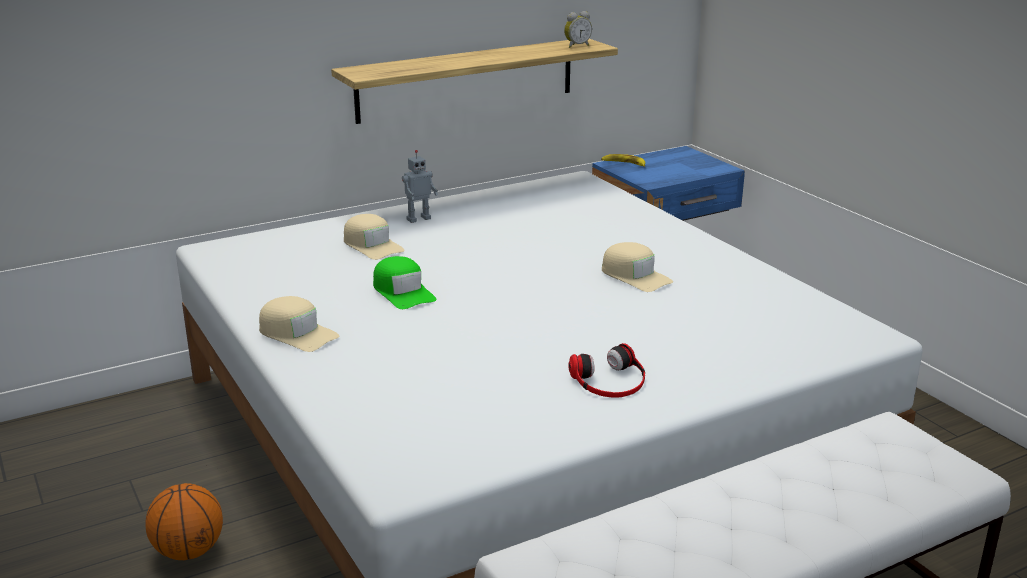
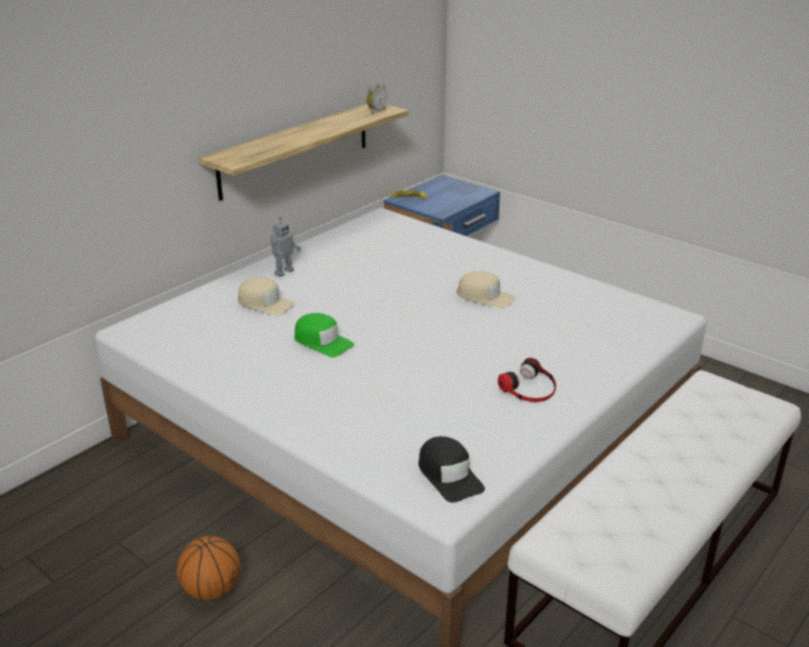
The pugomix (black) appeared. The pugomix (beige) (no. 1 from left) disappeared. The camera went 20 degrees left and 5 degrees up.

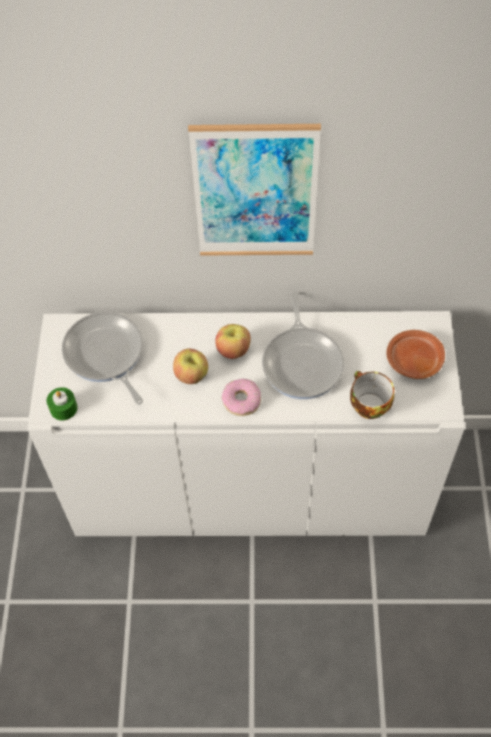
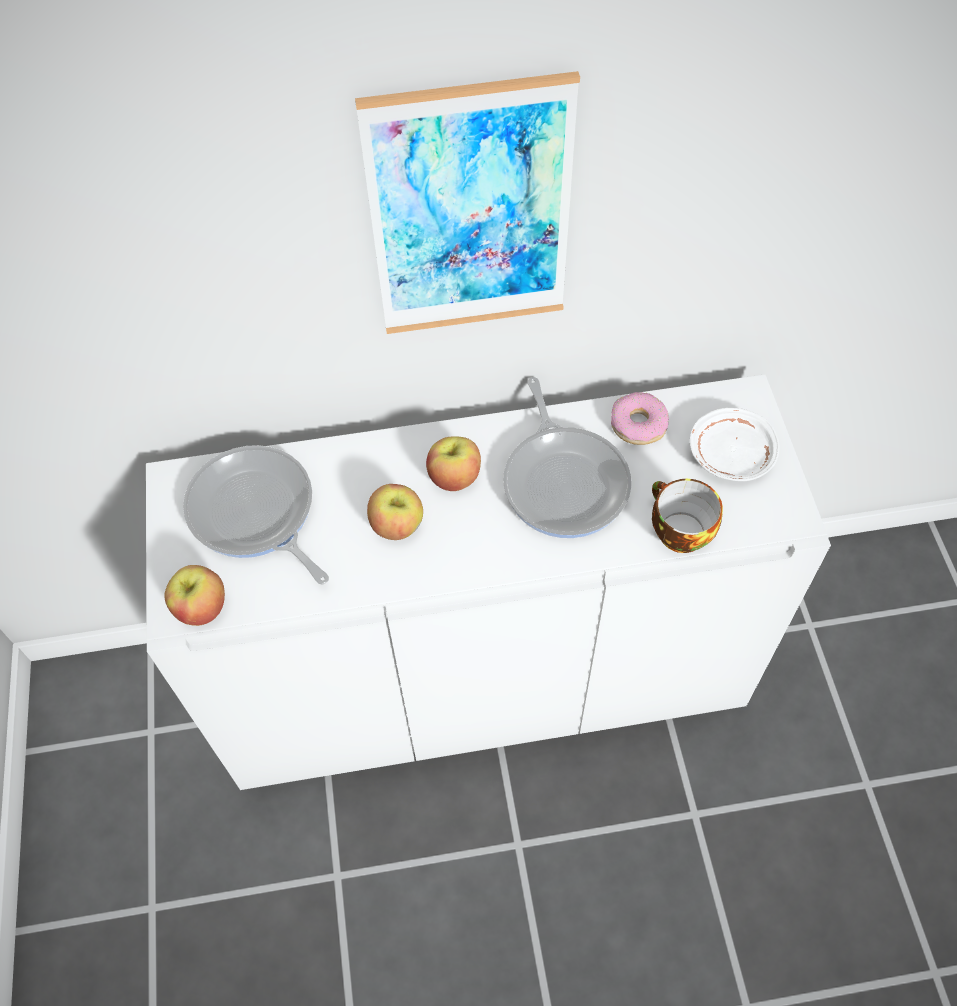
The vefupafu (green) was replaced by the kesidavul (no. 1 from left). The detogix moved. The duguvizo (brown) became the duguvizo (white). The camera went 10 degrees left and 0 degrees up.

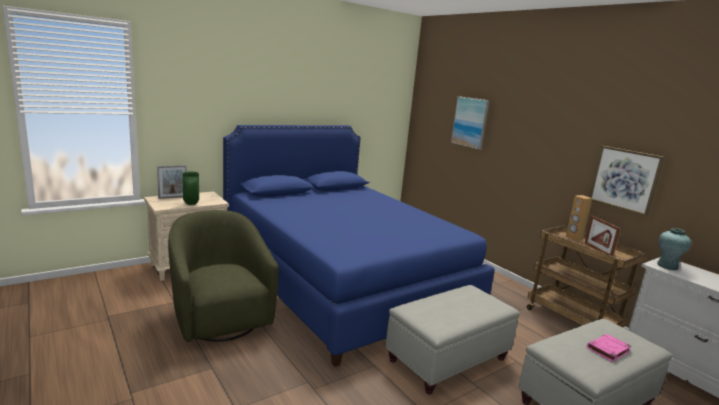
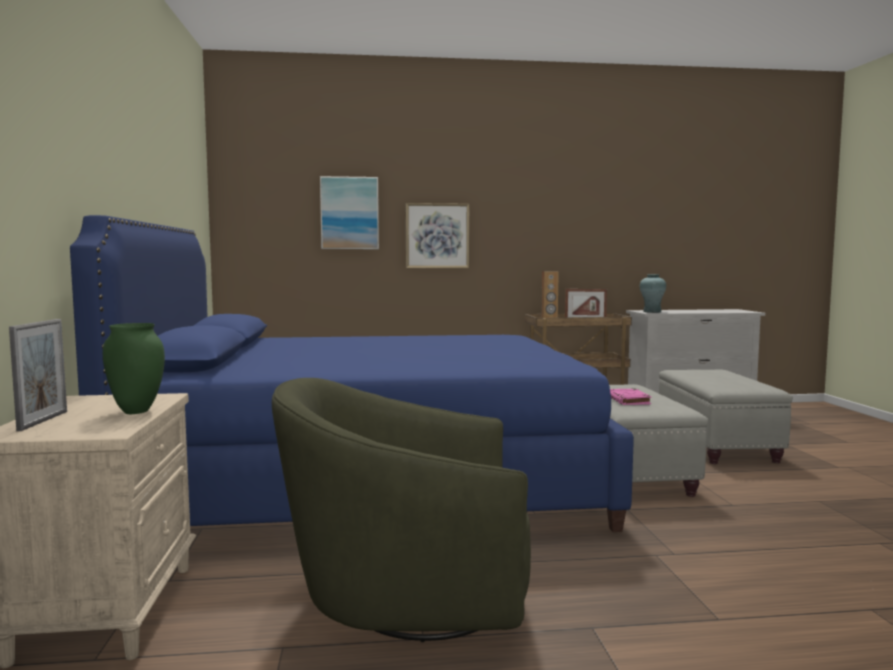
The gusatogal (no. 2 from left) moved. The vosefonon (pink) moved. The camera went 60 degrees left and 10 degrees down.

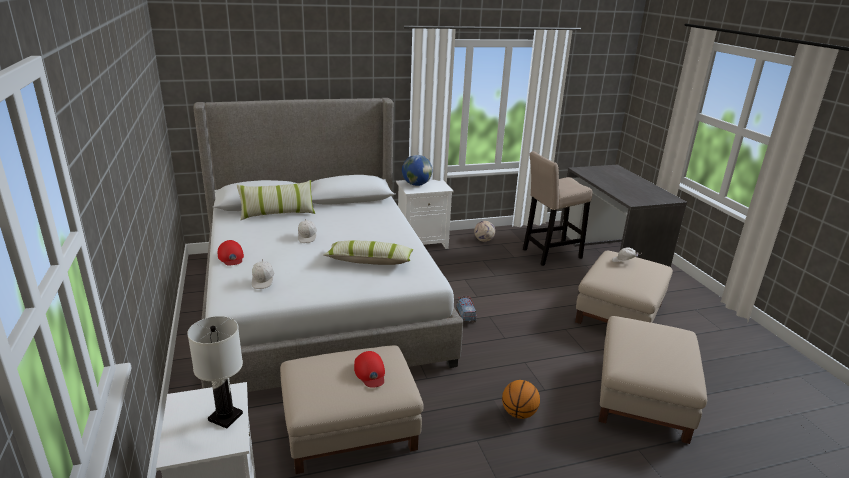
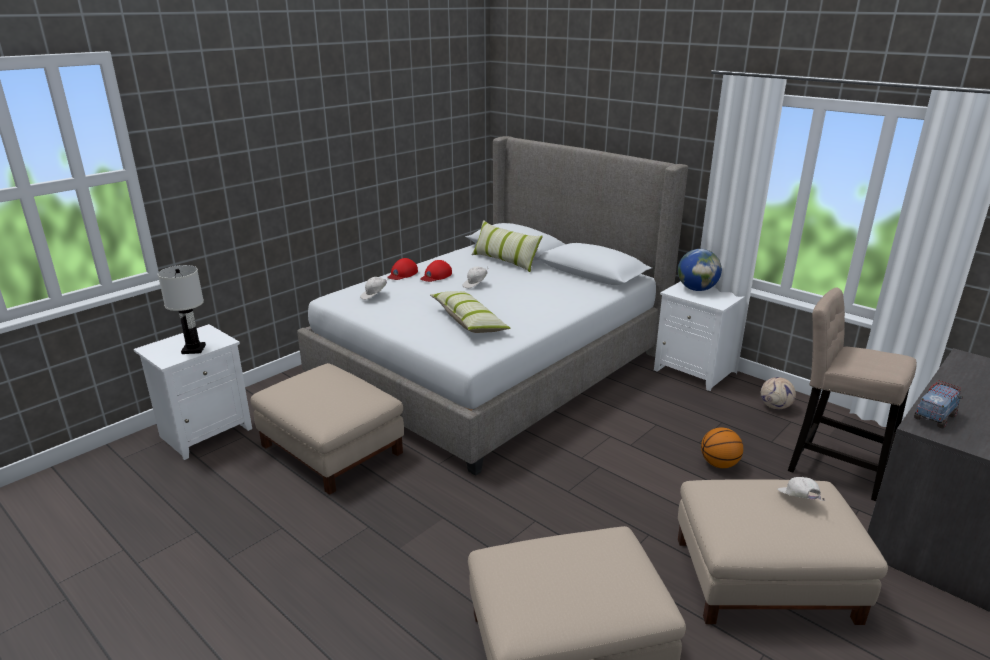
The pugomix (red) (no. 2 from left) moved. The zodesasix moved. The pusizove moved. The camera went 60 degrees right and 0 degrees up.

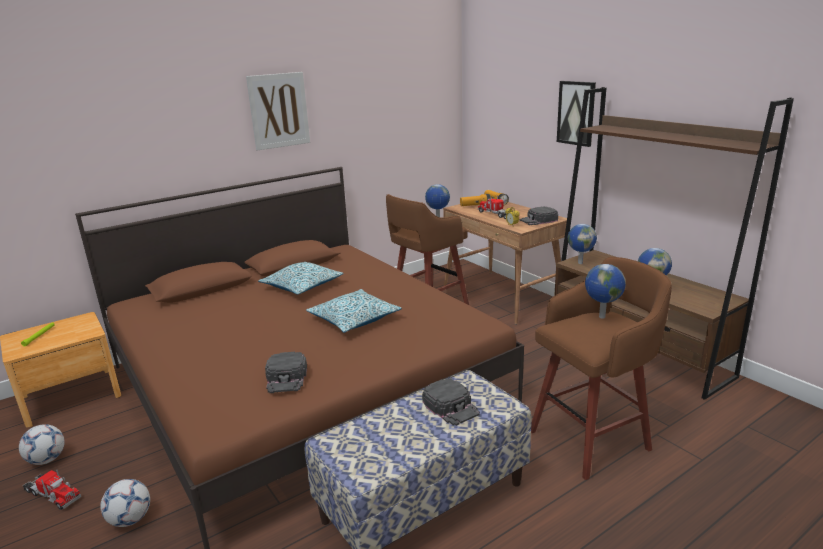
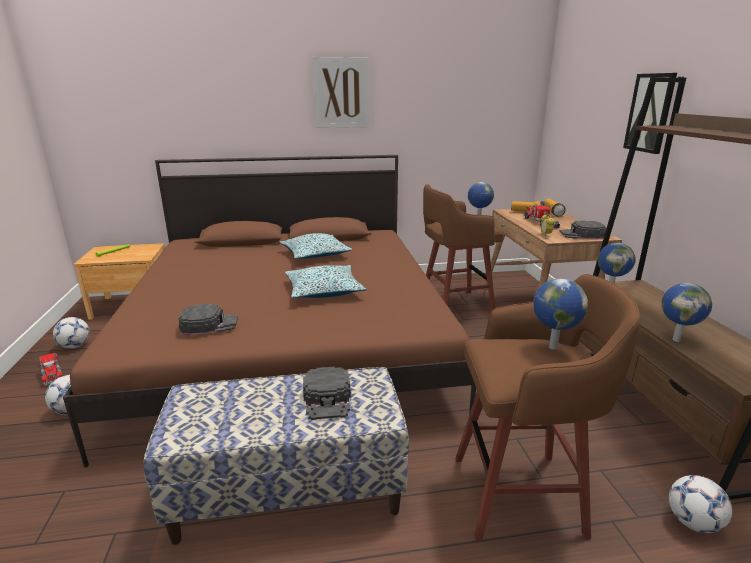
The pugomix (black) (no. 1 from left) turned 120 degrees counterclockwise. The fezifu (no. 3 from left) appeared. The camera went 25 degrees right and 0 degrees up.

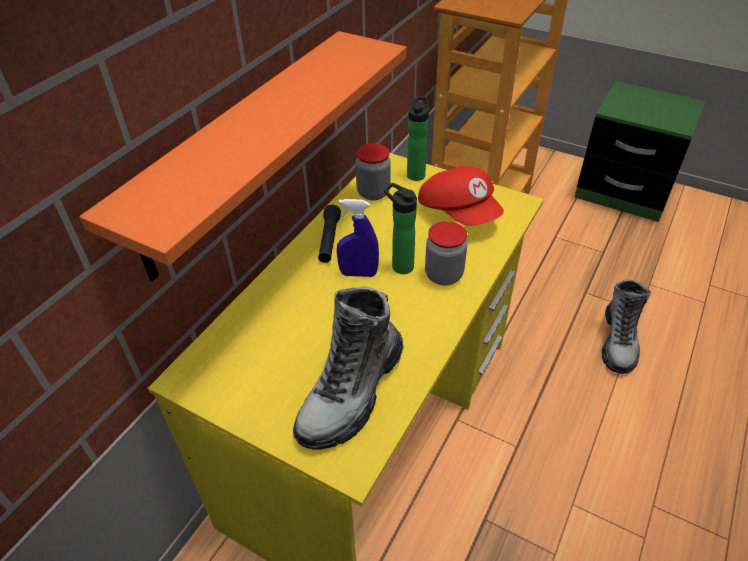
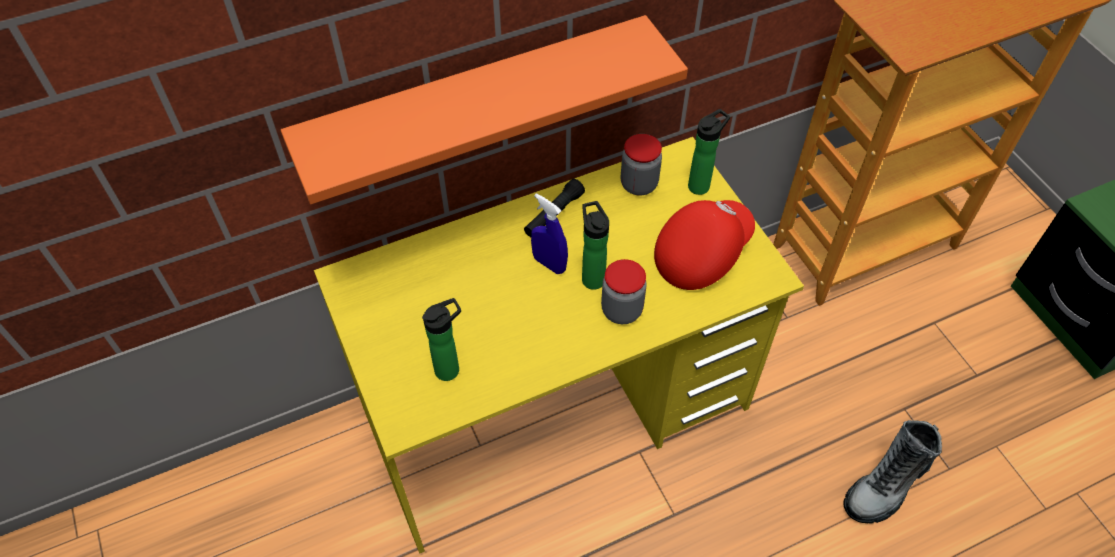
The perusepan (no. 1 from left) was replaced by the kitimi (no. 1 from left). The pugomix (red) turned 135 degrees counterclockwise. The camera went 35 degrees right and 10 degrees up.

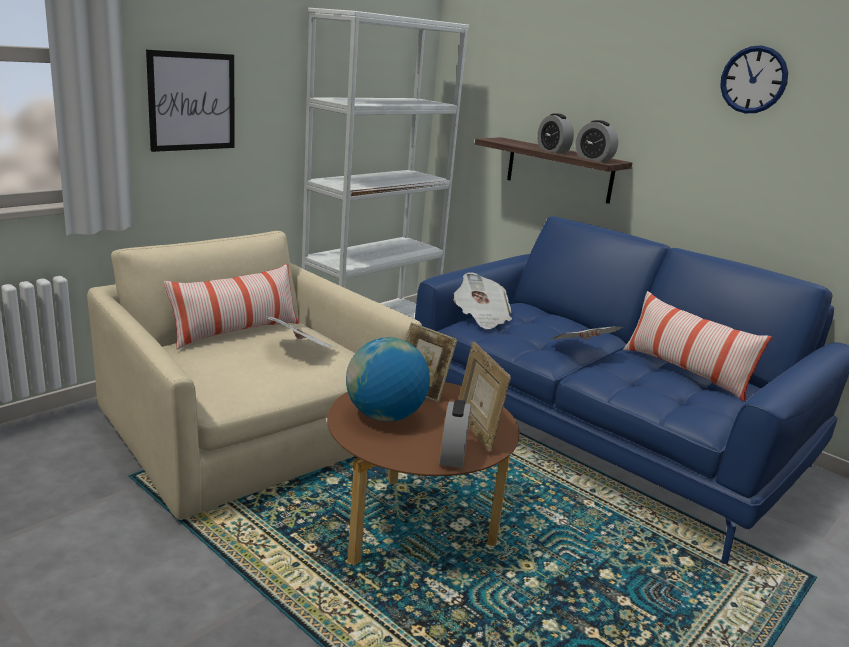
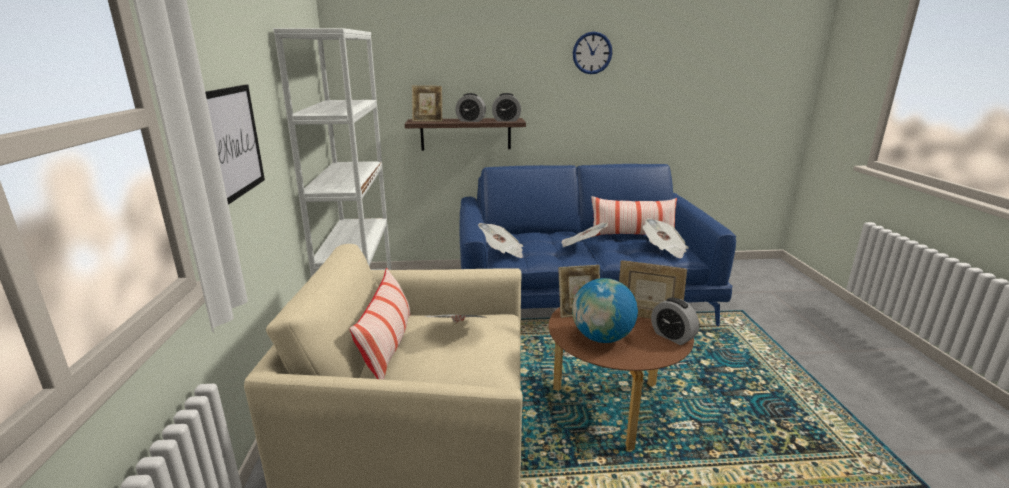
The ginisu (no. 1 from left) appeared. The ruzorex (no. 4 from left) appeared. The camera went 45 degrees left and 0 degrees up.

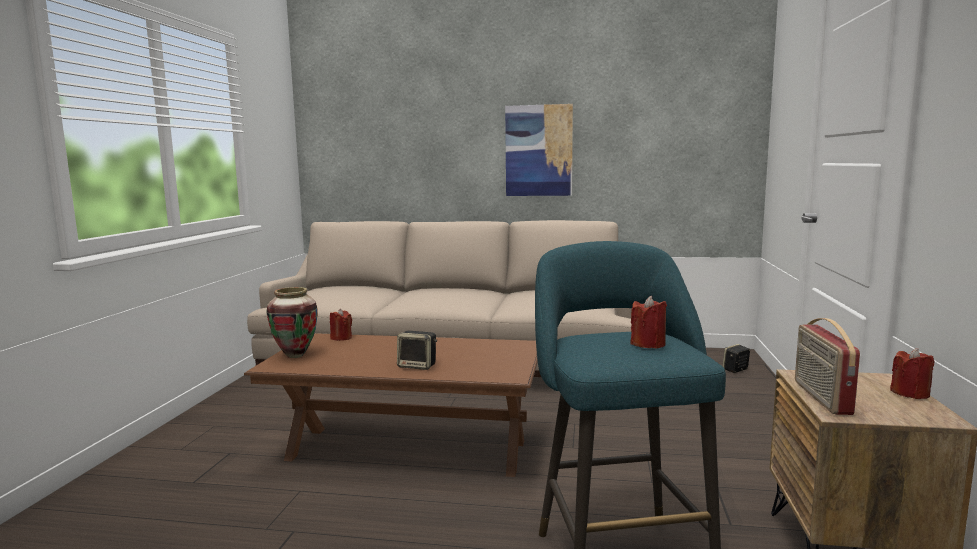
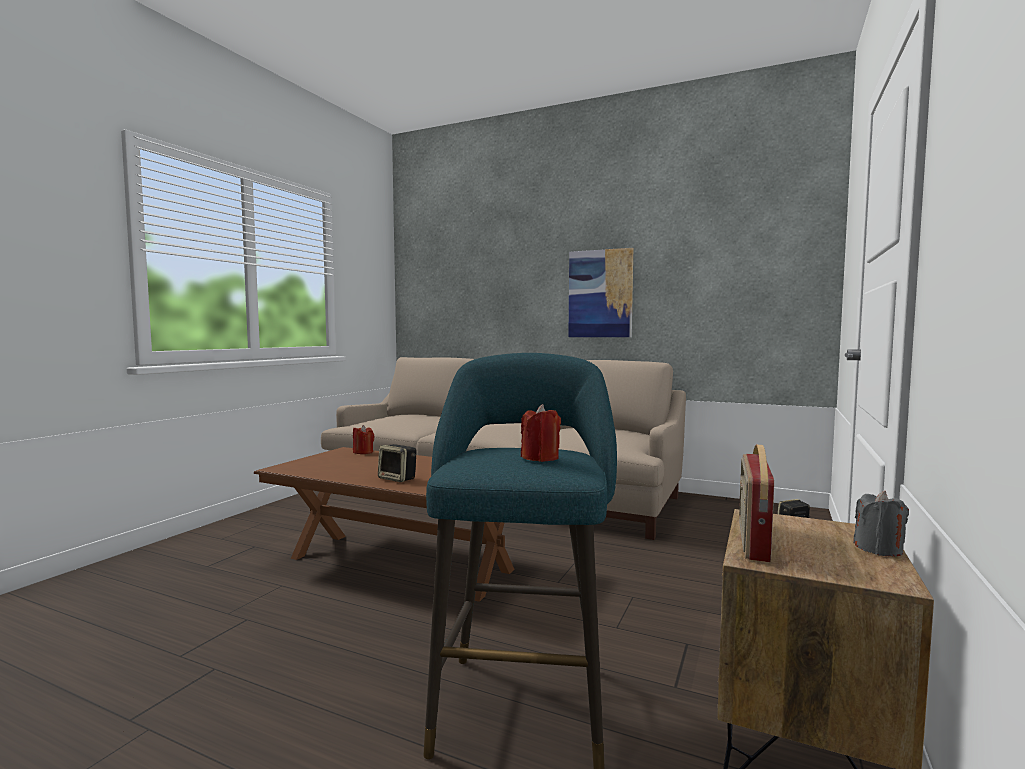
The vefupafu (red) (no. 3 from left) became the vefupafu (grey). The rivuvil disappeared. The camera went 15 degrees right and 5 degrees down.

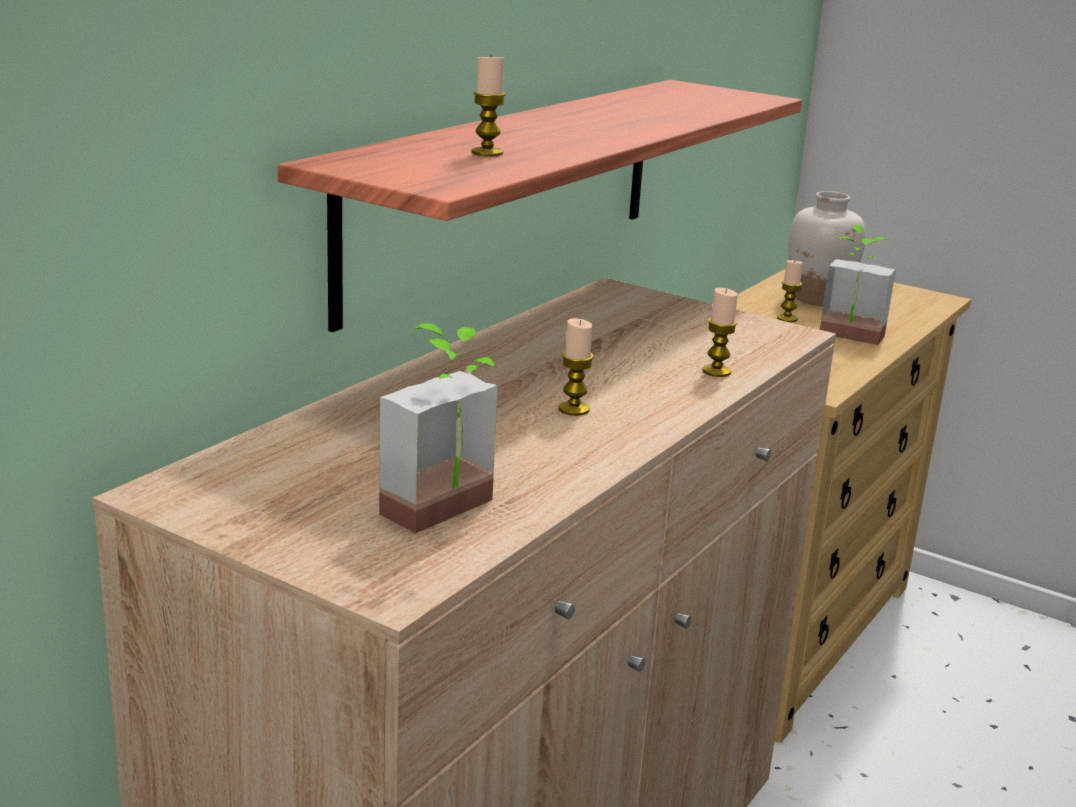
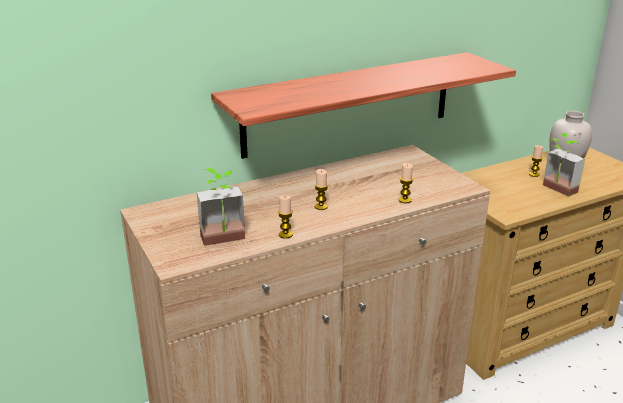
The vefupafu (no. 1 from left) moved. The camera went 30 degrees right and 5 degrees up.

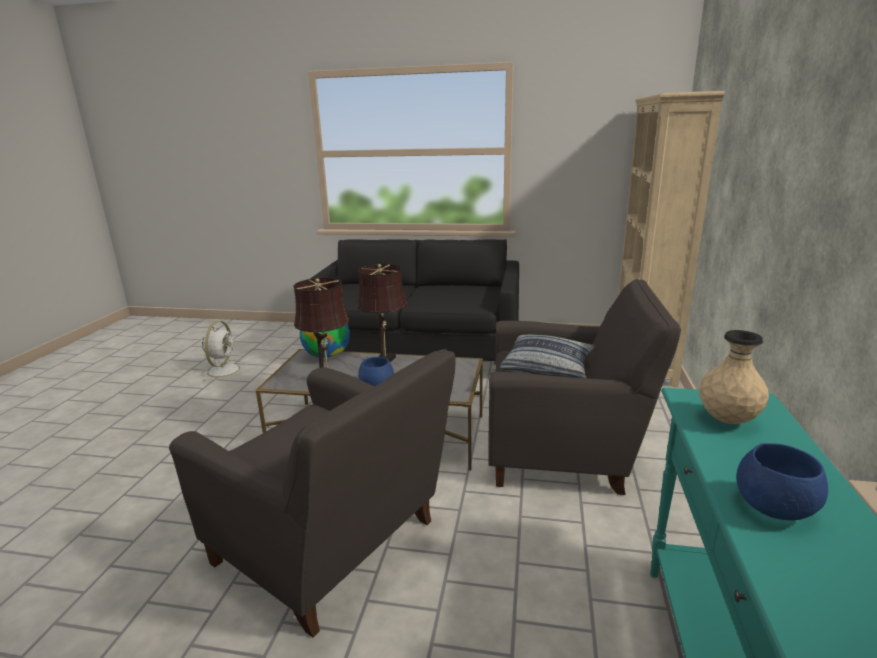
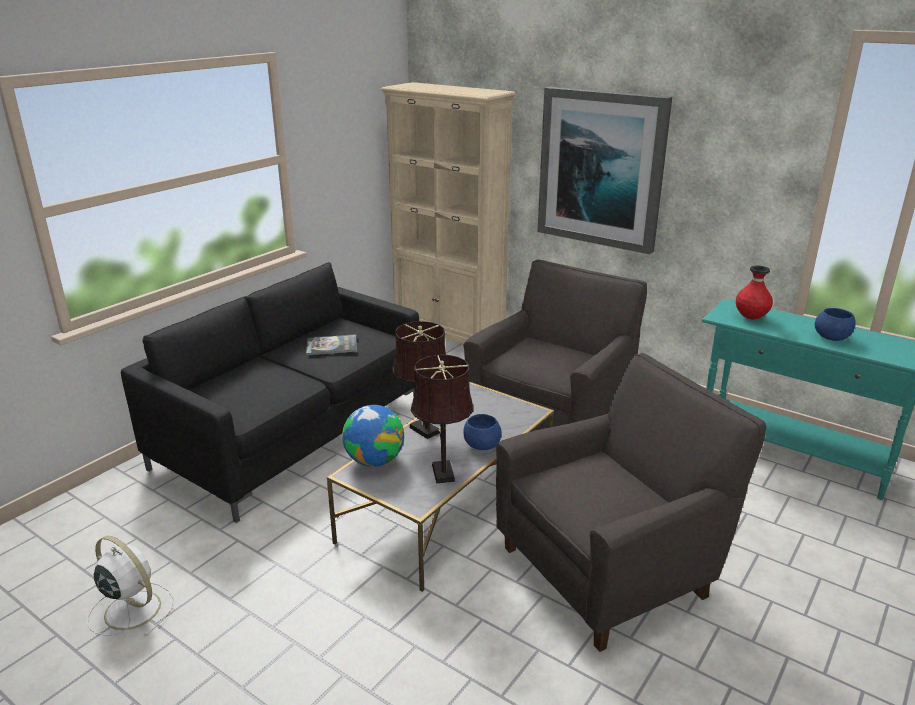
The vosefonon appeared. The gusatogal appeared. The rivuvil (beige) became the rivuvil (red). The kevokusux disappeared. The camera went 65 degrees left and 5 degrees up.

